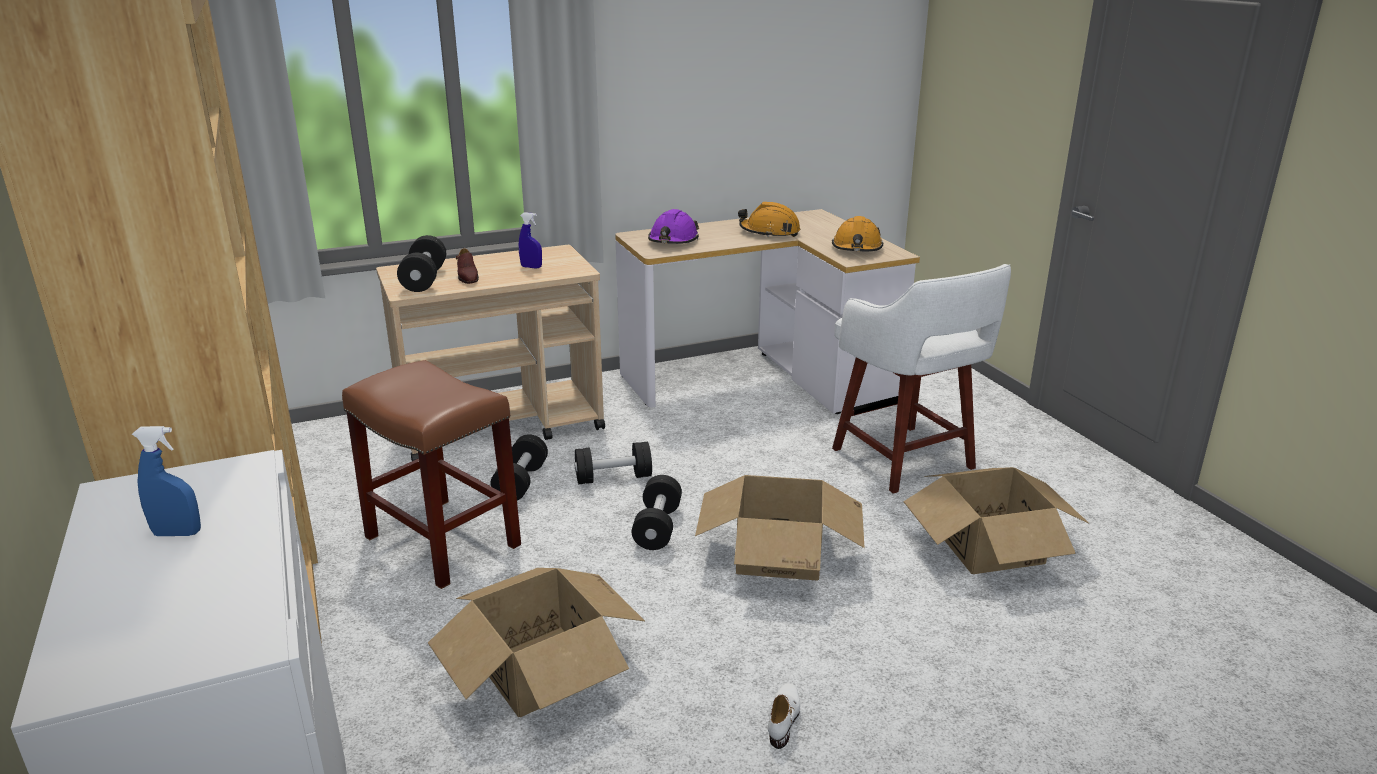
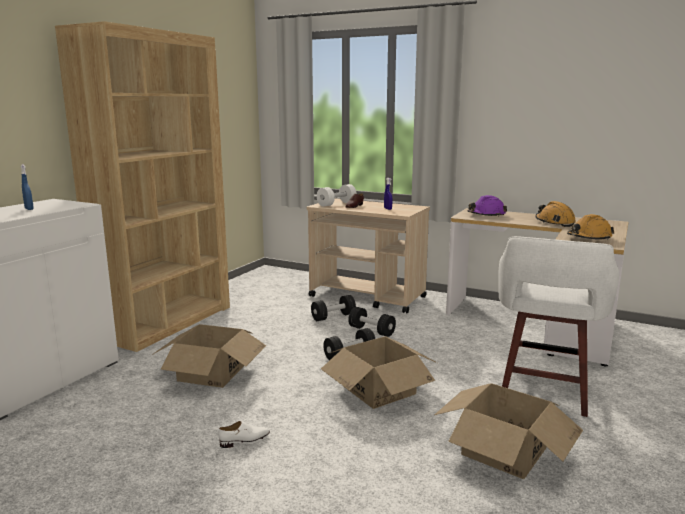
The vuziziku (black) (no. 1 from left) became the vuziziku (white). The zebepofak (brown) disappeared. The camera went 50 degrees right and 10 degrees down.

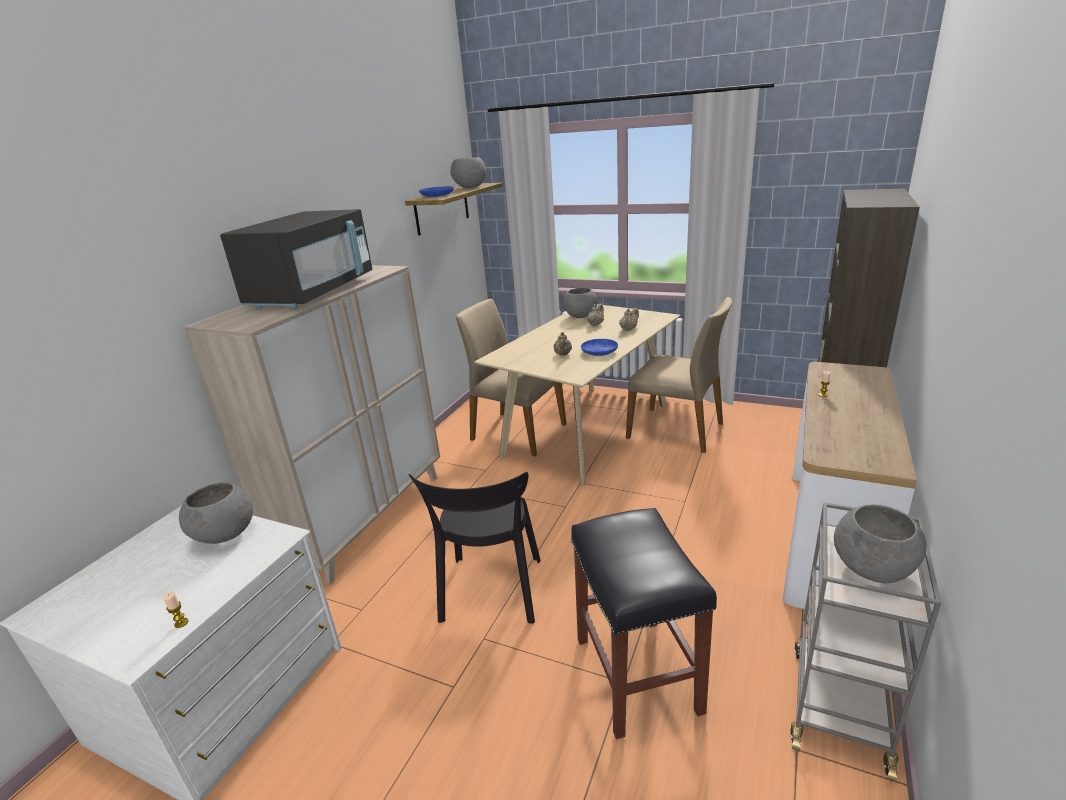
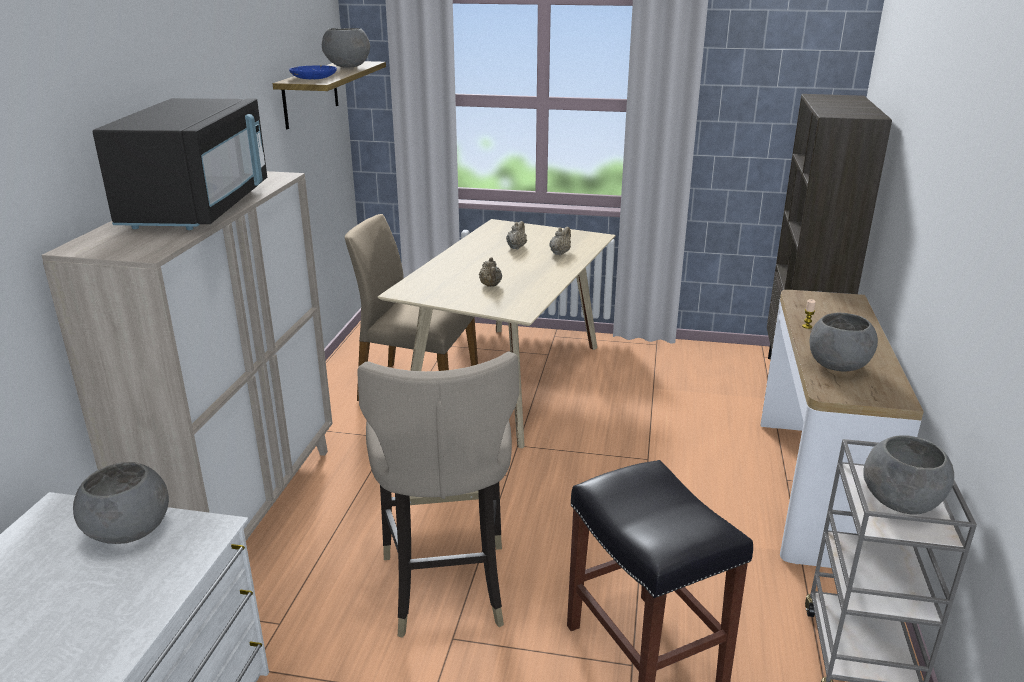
The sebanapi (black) was replaced by the zebepofak (beige). The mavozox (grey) (no. 3 from left) moved. The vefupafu (no. 1 from left) disappeared. The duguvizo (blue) (no. 2 from left) disappeared. The sebanapi (beige) (no. 2 from left) disappeared. The camera went 15 degrees left and 0 degrees up.

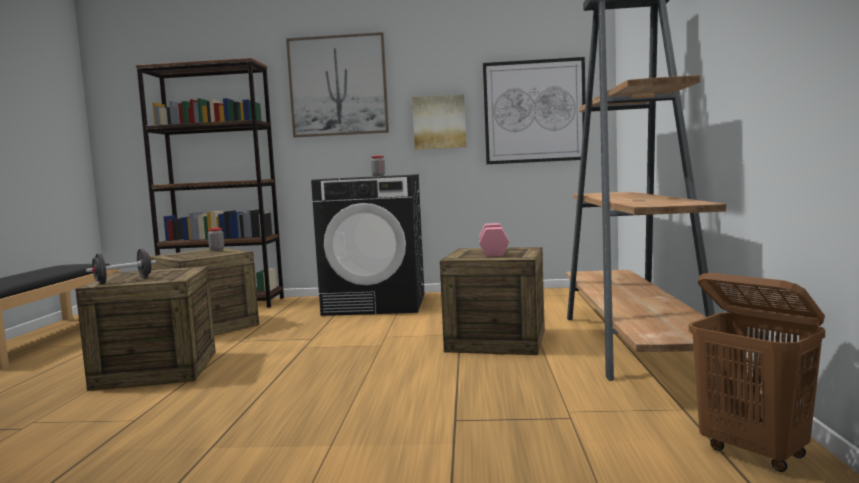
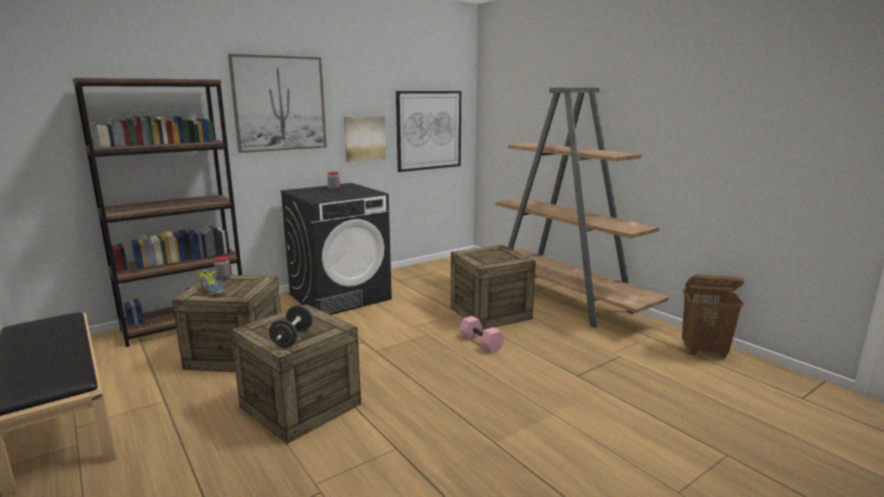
The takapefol appeared. The vuziziku (pink) moved. The camera went 40 degrees left and 10 degrees up.

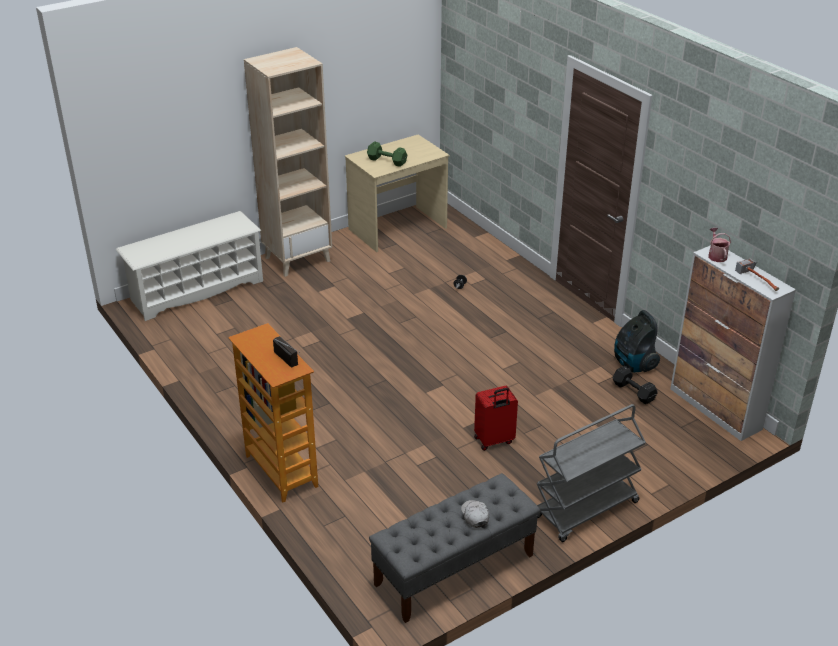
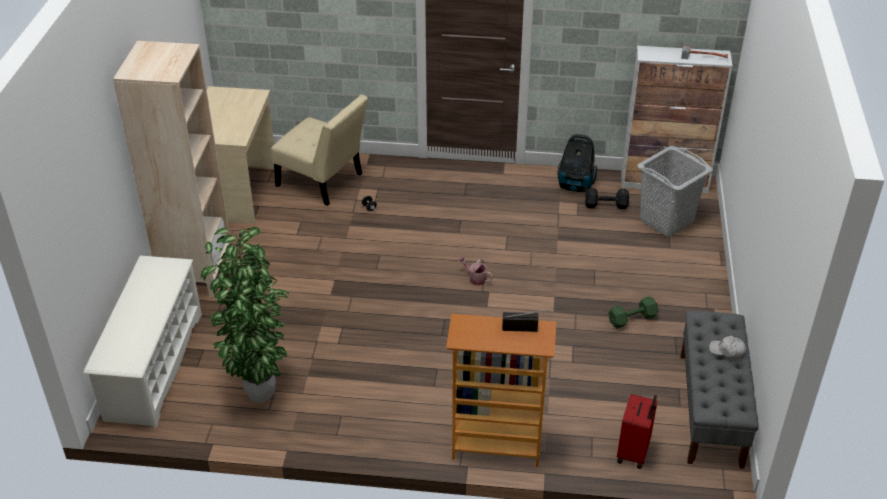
The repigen appeared. The sebanapi (beige) appeared. The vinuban moved. The vuziziku (green) moved. The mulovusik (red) moved. The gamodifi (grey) appeared. The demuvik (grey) disappeared. The camera went 50 degrees left and 5 degrees up.

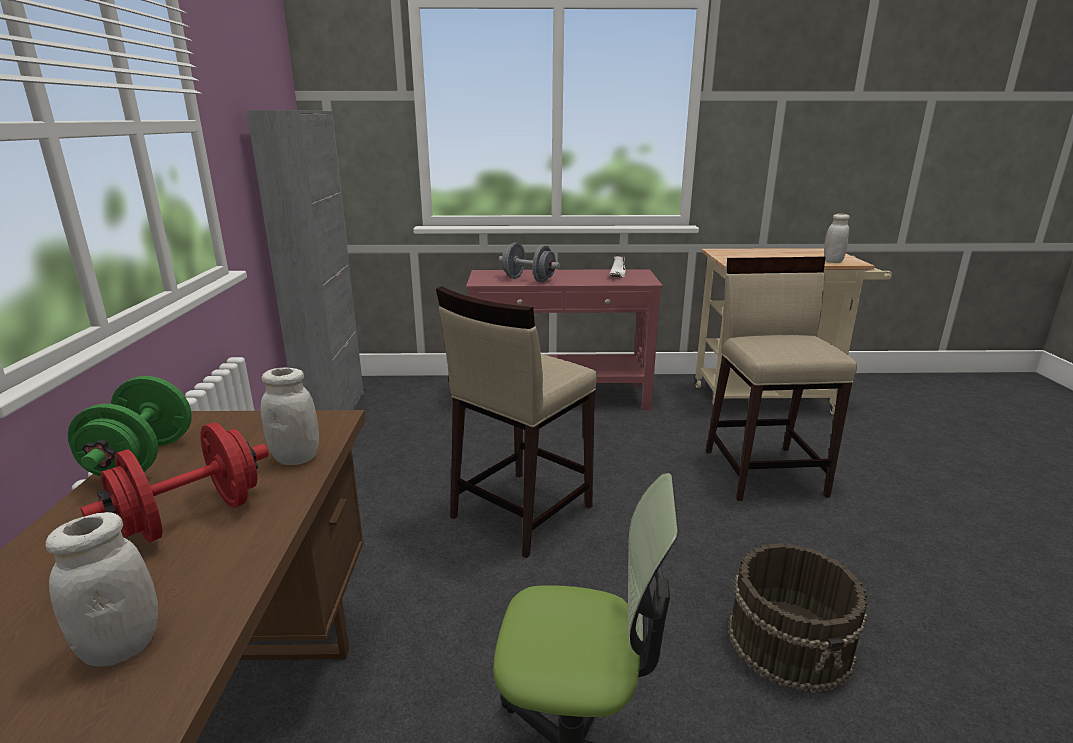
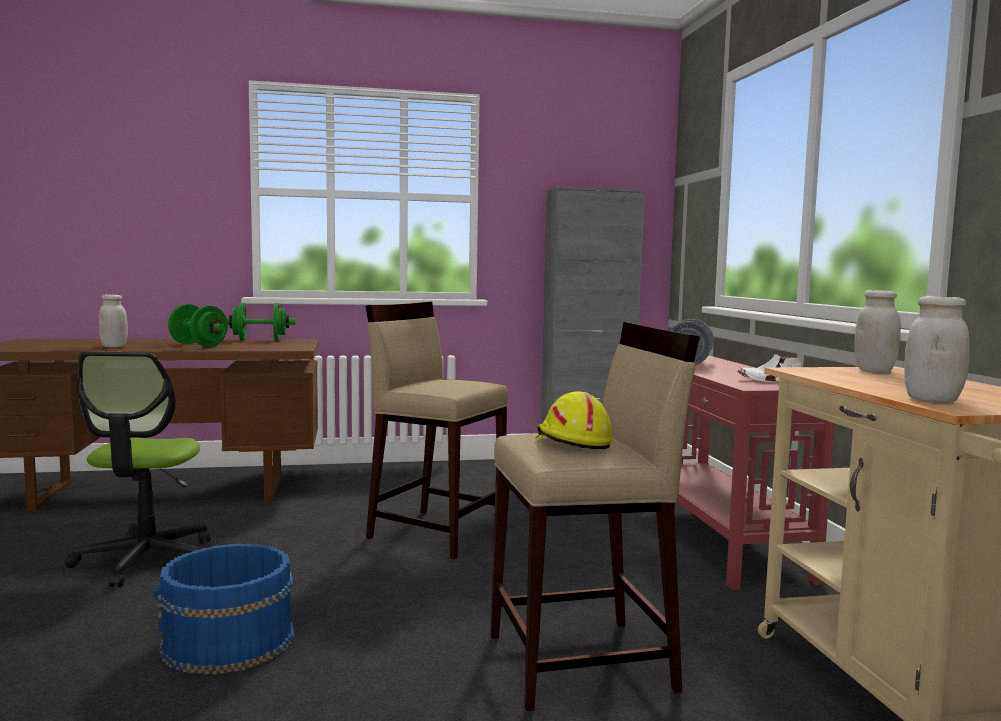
The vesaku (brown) became the vesaku (blue). The vuziziku (red) became the vuziziku (green) (no. 1 from left). The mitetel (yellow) appeared. The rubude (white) (no. 2 from left) moved. The camera went 80 degrees right and 15 degrees down.

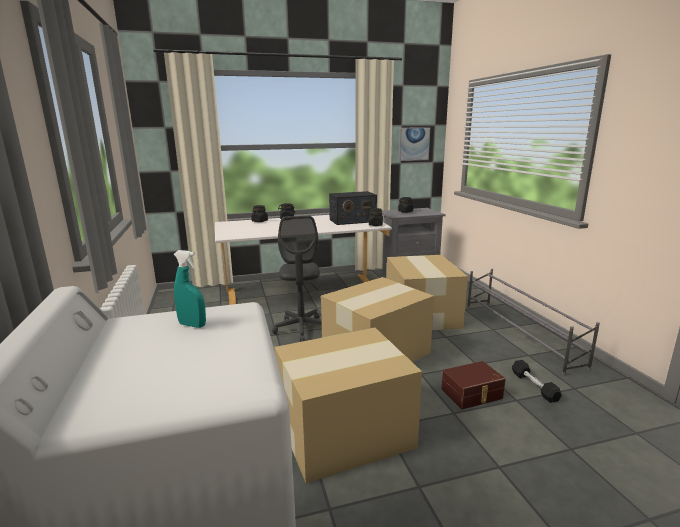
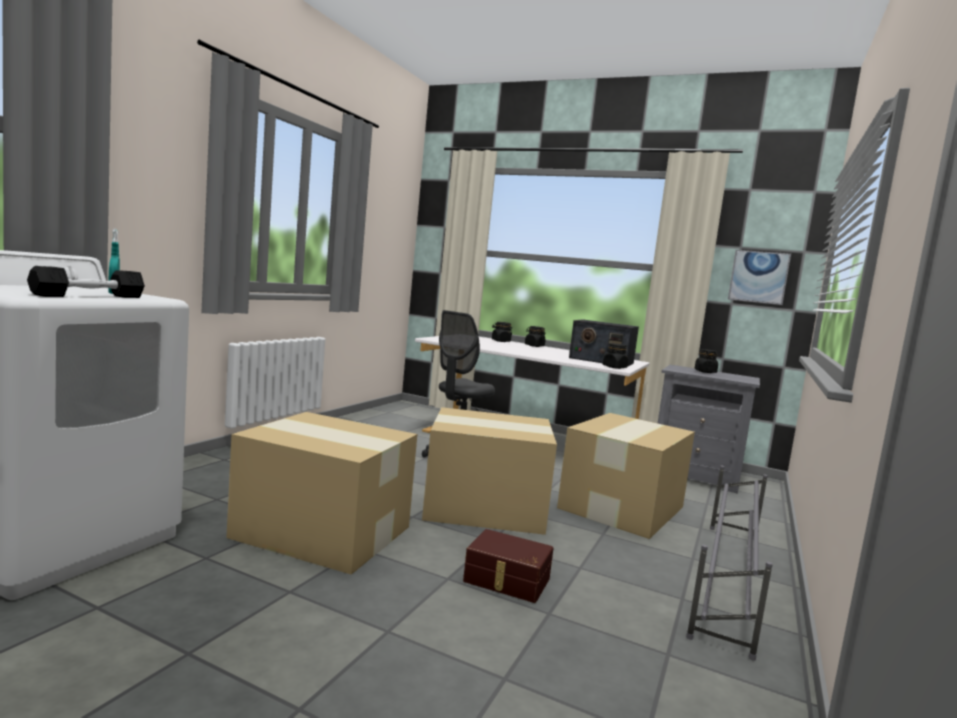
The vuziziku (black) moved. The camera went 40 degrees right and 10 degrees down.

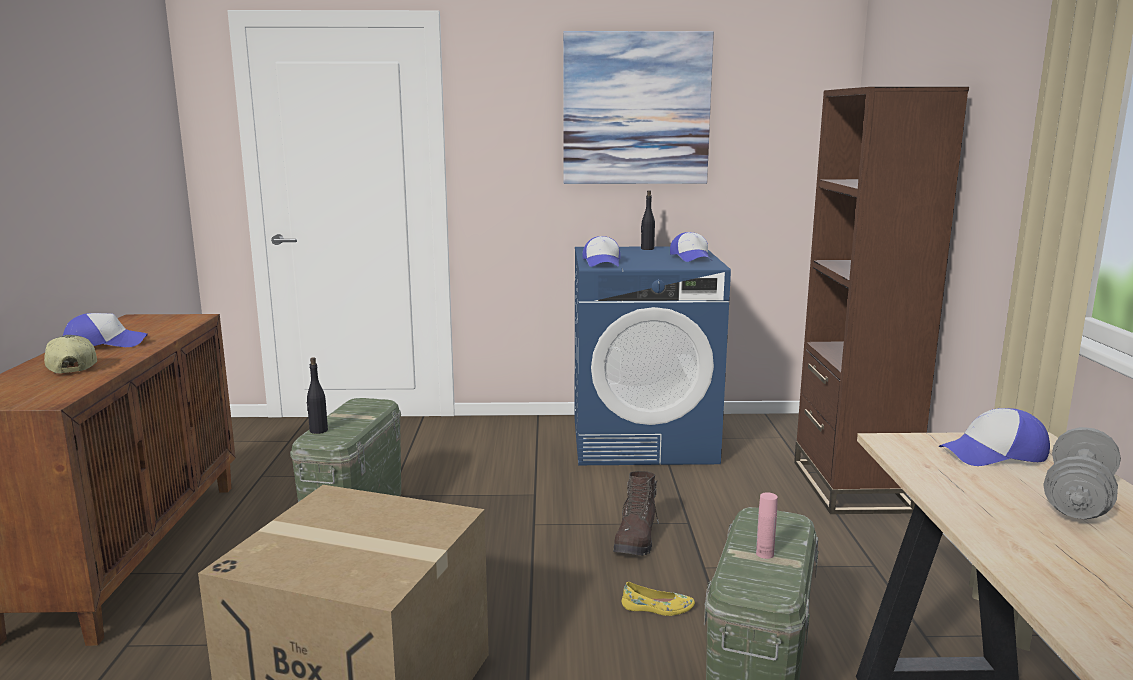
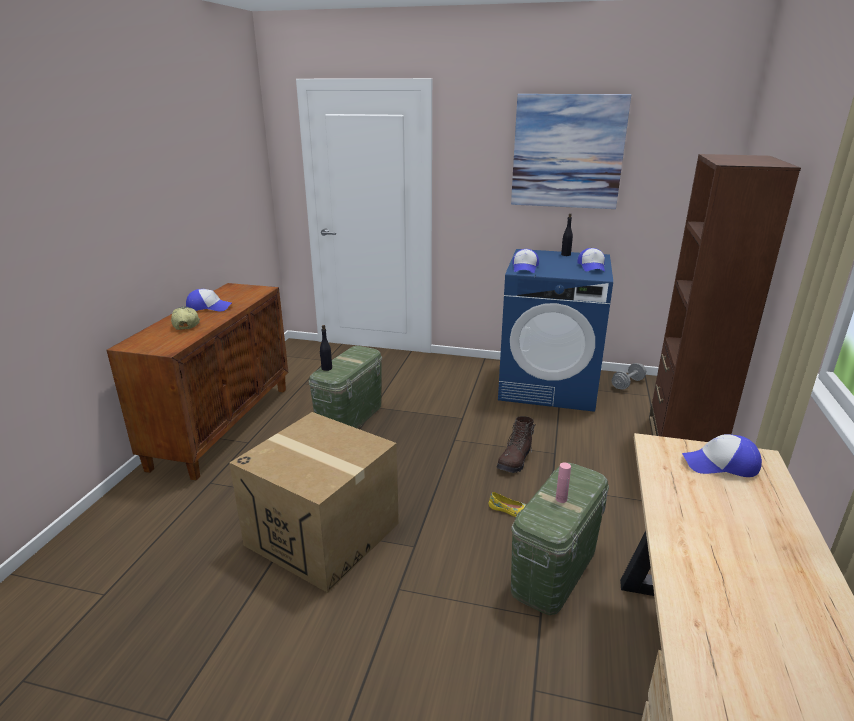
The vuziziku (grey) moved. The camera went 15 degrees right and 10 degrees up.

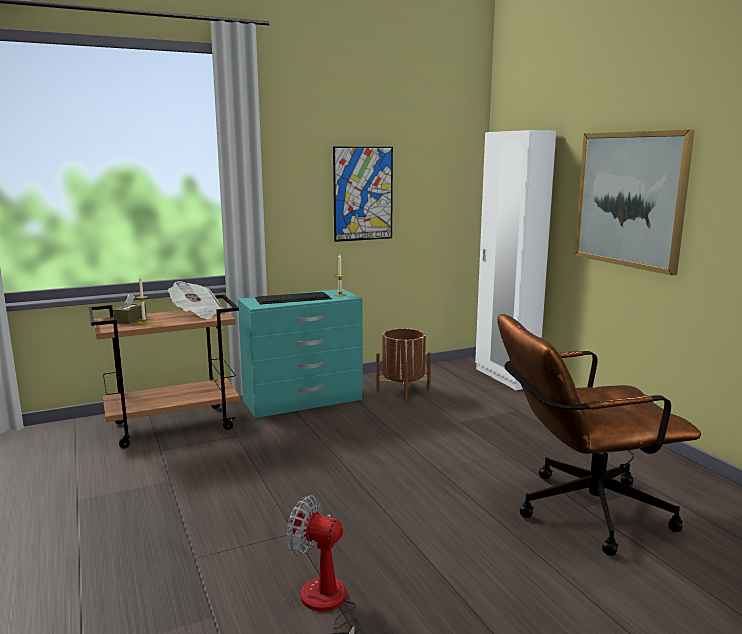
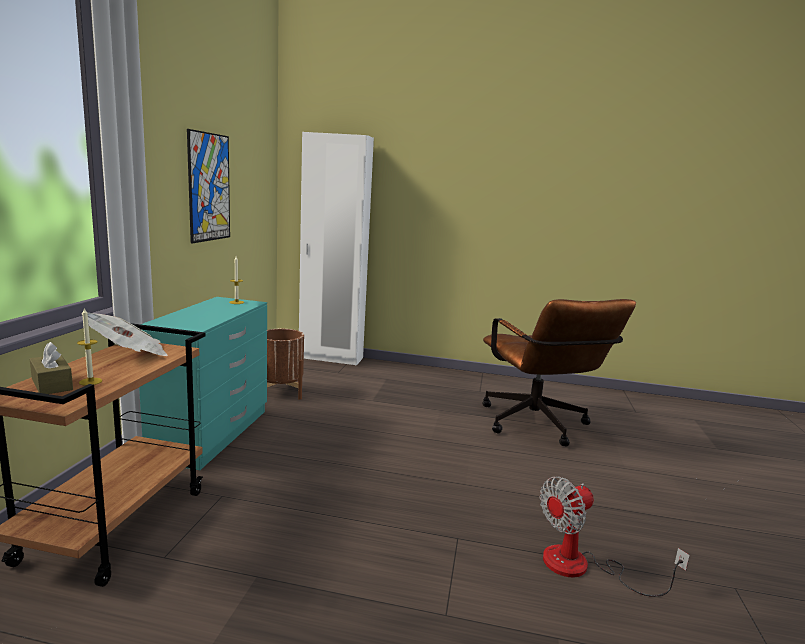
The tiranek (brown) turned 45 degrees counterclockwise. The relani disappeared. The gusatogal (no. 2 from left) disappeared. The camera went 55 degrees left and 0 degrees up.

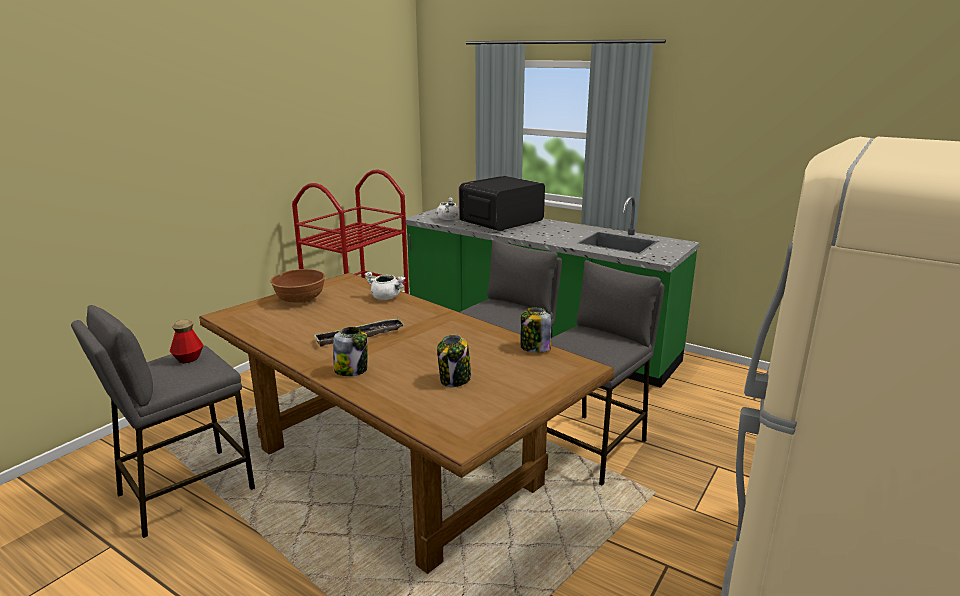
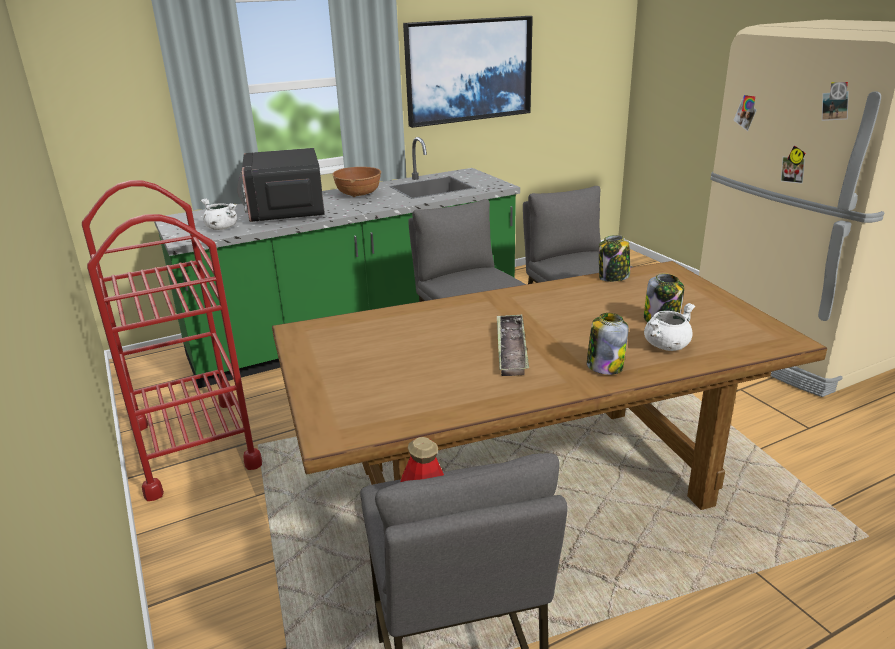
The mavozox (brown) moved. The gusatogal appeared. The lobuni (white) (no. 1 from left in the first image) moved. The camera went 60 degrees left and 5 degrees up.

